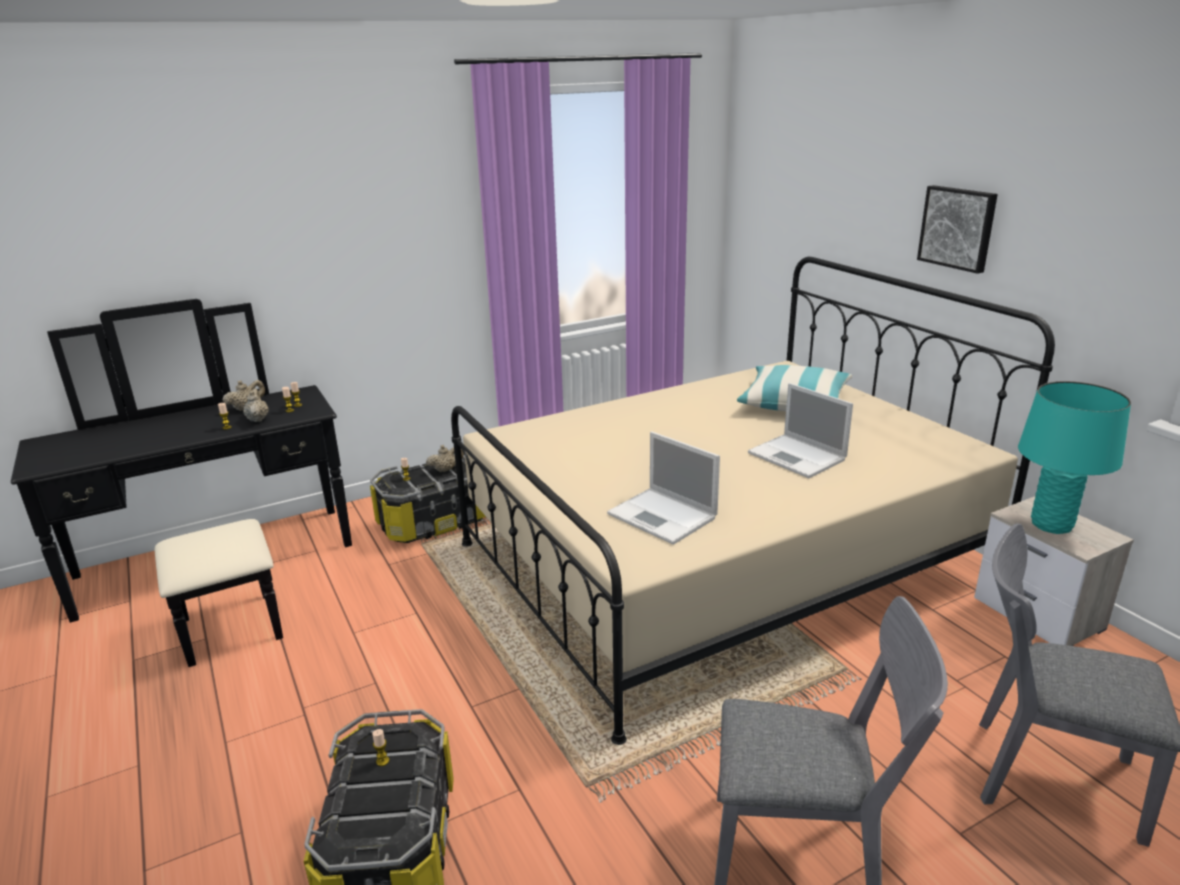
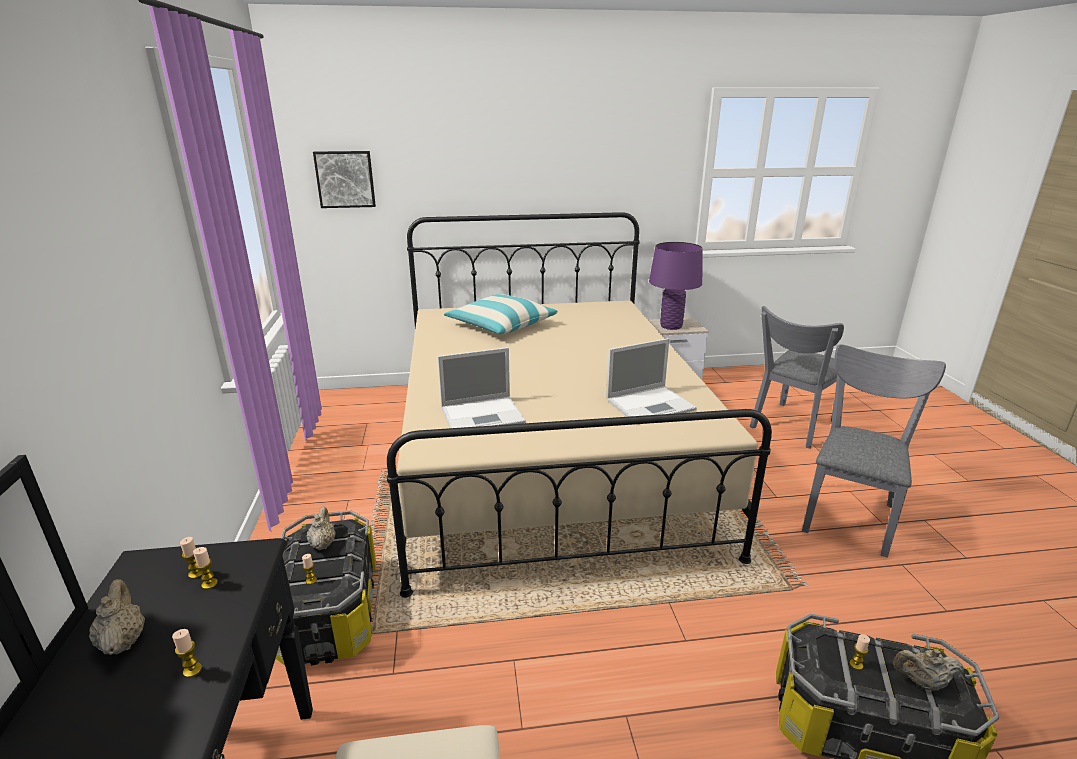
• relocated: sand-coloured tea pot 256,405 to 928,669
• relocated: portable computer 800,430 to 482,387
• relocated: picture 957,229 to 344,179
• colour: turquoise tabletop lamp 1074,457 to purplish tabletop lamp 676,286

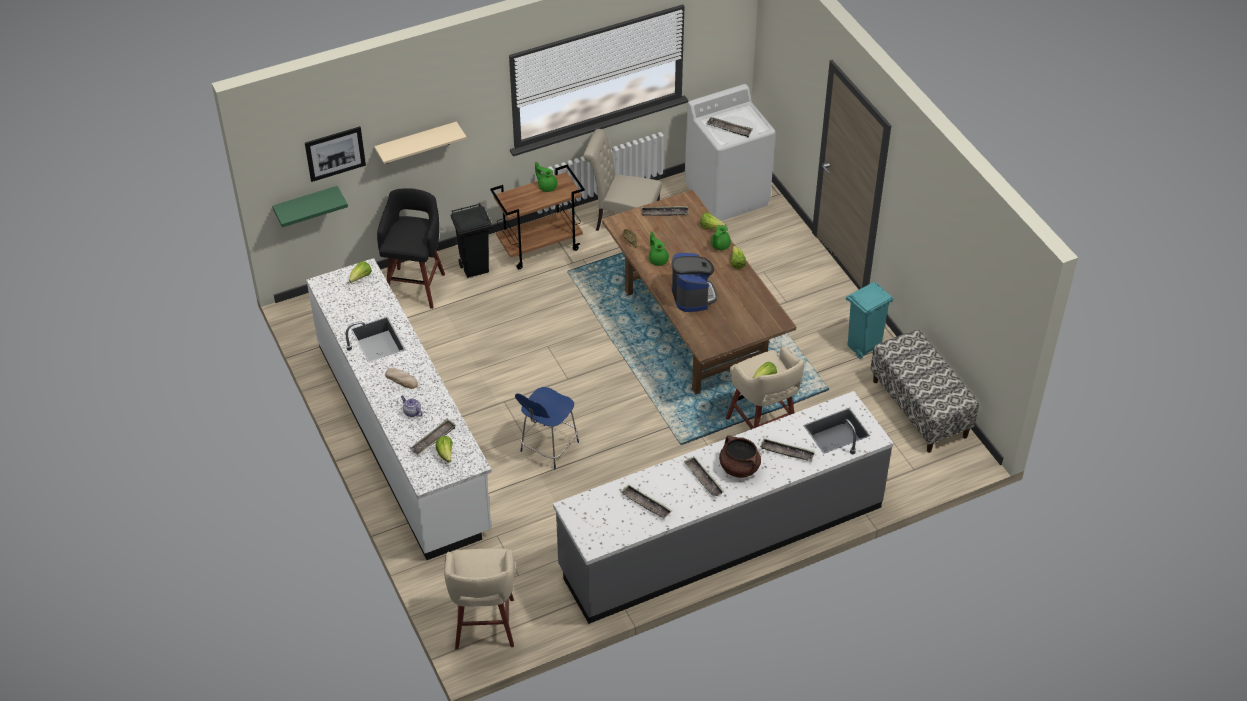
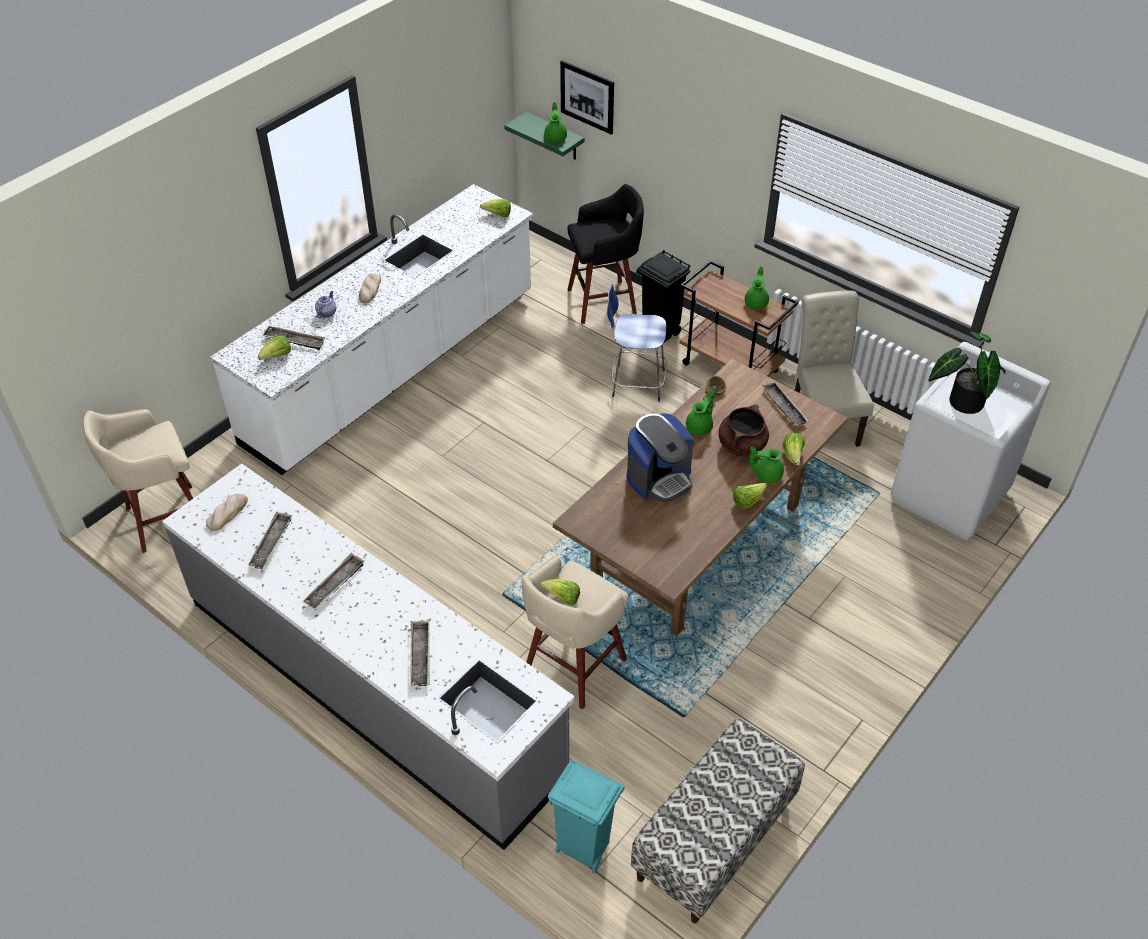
• missing: sand-coloured shelf 420,142
• appeared: bakery bread 227,512
• appeared: green tea pot 555,122
• relocated: blue chair 547,428 to 637,343
• relocated: brownish stockpot 740,456 to 743,430
• relocated: turquoise trash can 870,320 to 586,816
• exchanged: tray 730,127 to potted plant 966,373

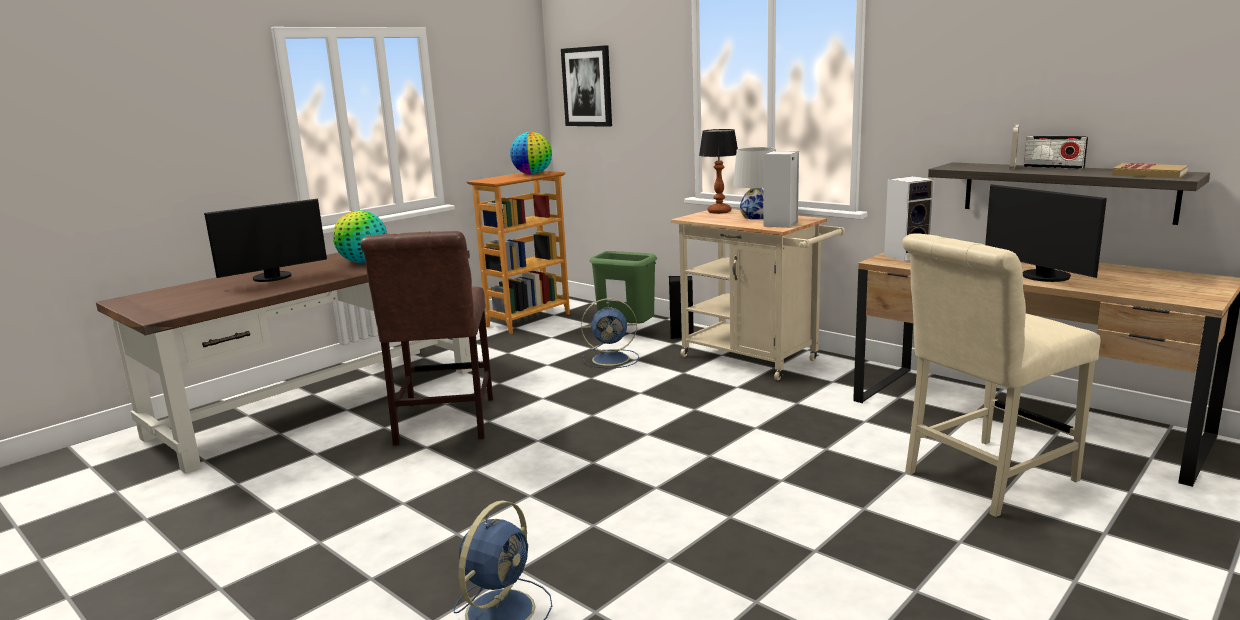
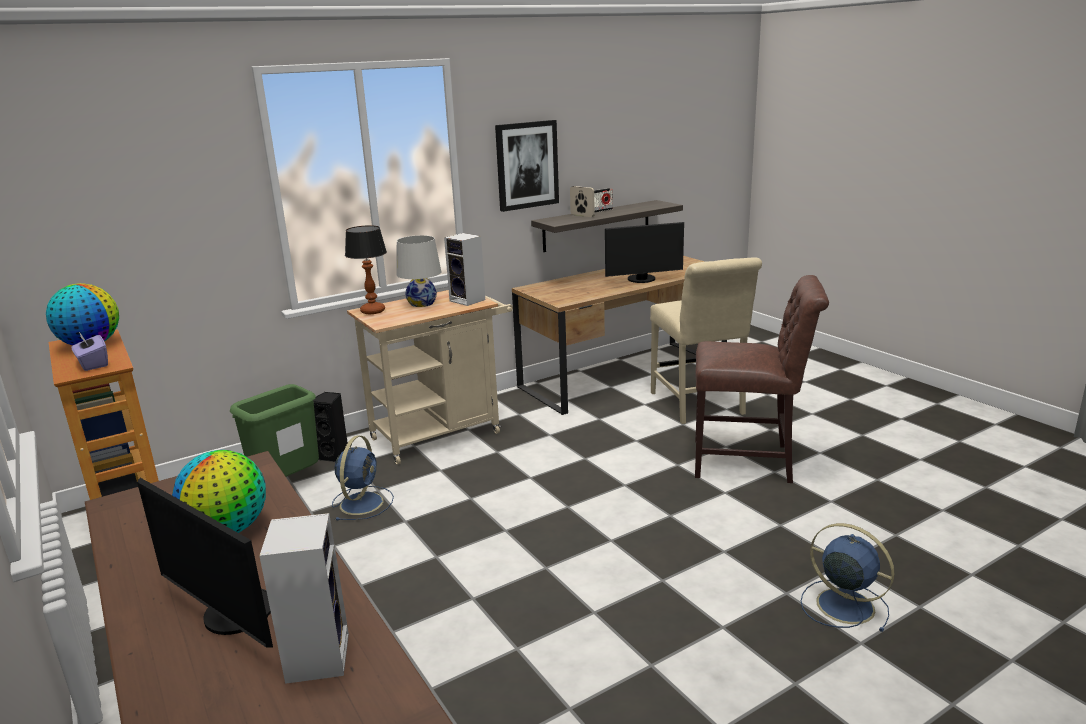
• missing: volume 1150,170
• appeared: purplish tissue box 89,351
• relocated: brownish chair 426,338 to 762,379
• relocated: picture 586,86 to 527,166
• relocated: speaker 909,218 to 304,598
• spun: computer screen 265,240 = 205,563 150 degrees clockwise

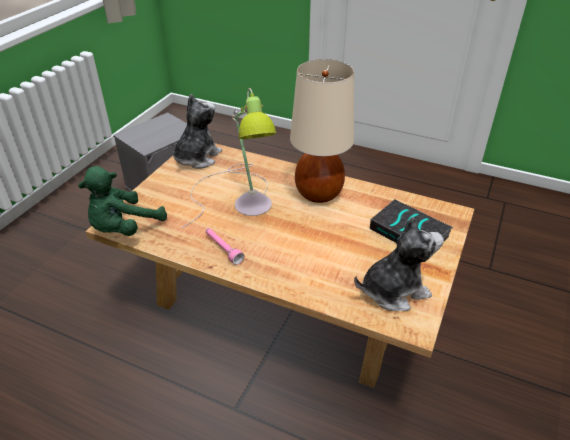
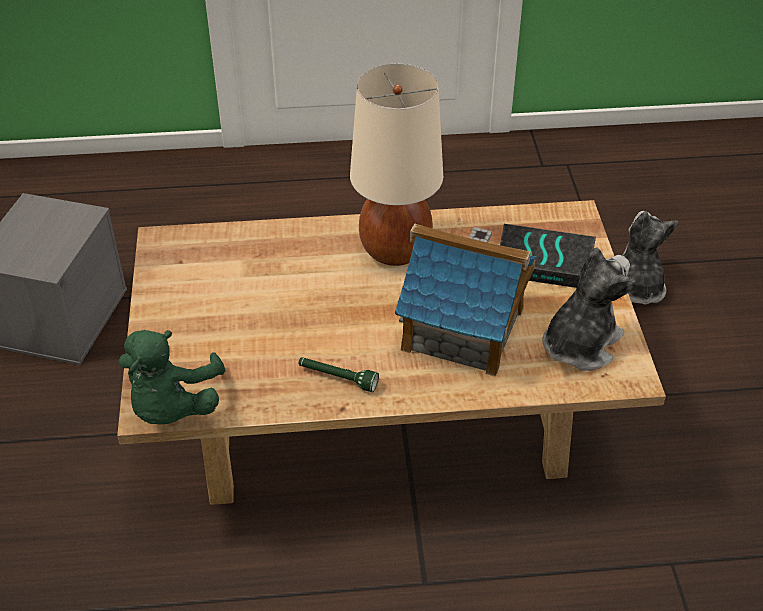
• missing: tabletop lamp 229,158
• appeared: toy house 465,300
• relocated: cuddly toy 197,131 to 650,258
• colour: pinkish hand torch 225,246 to green hand torch 338,374

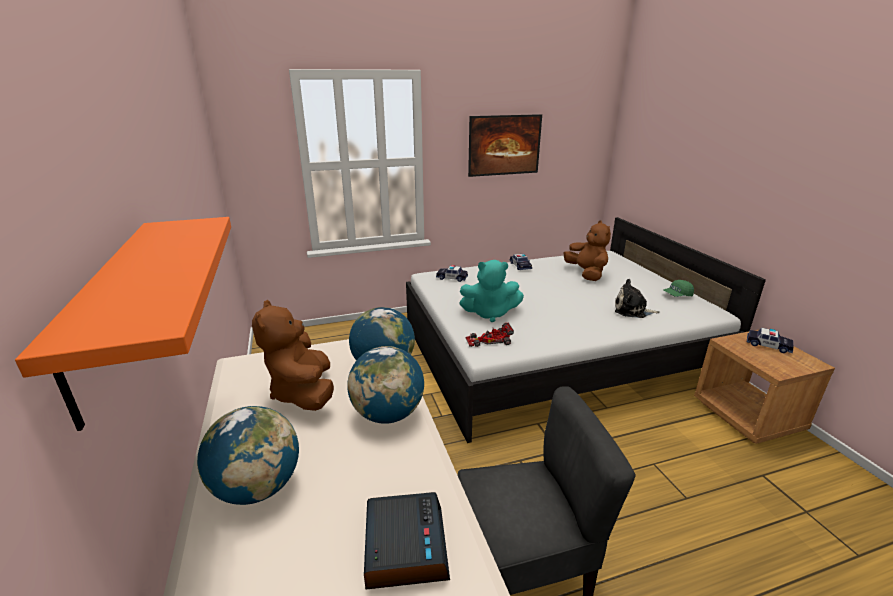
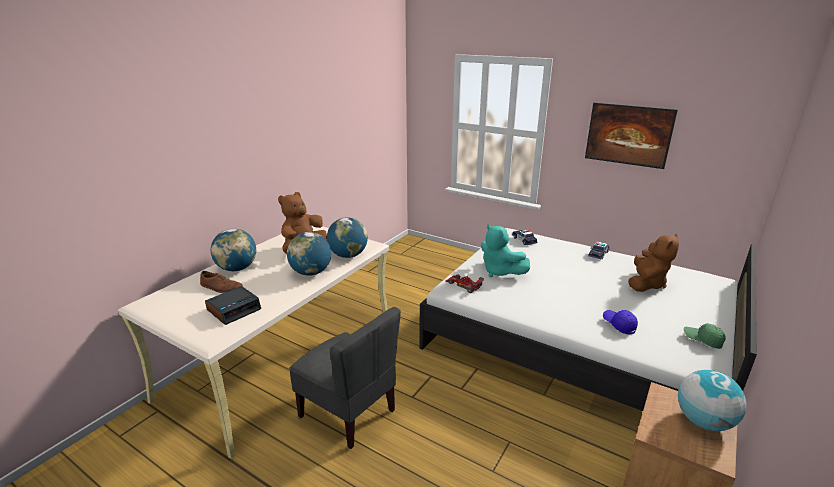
• missing: orange-coloured shelf 123,324
• appeared: brownish item of footwear 221,282
• exchanged: cuddly toy 637,298 to blue cap 620,322
• exchanged: toy car 770,340 to globe 712,400

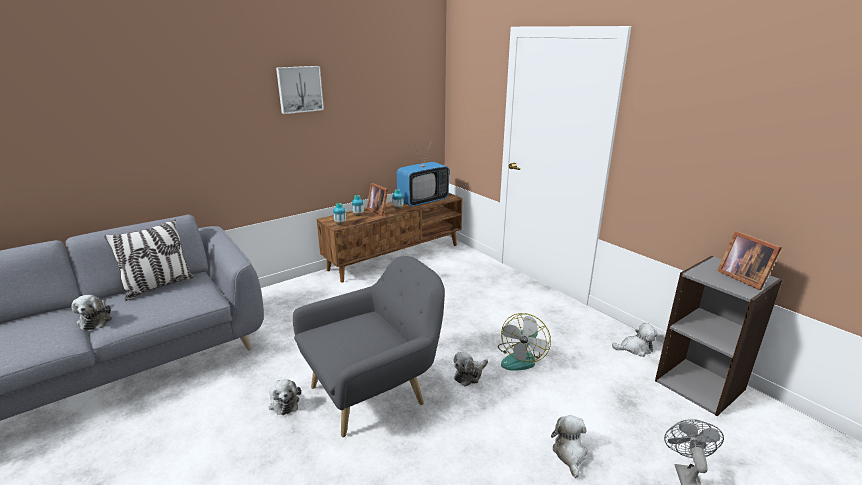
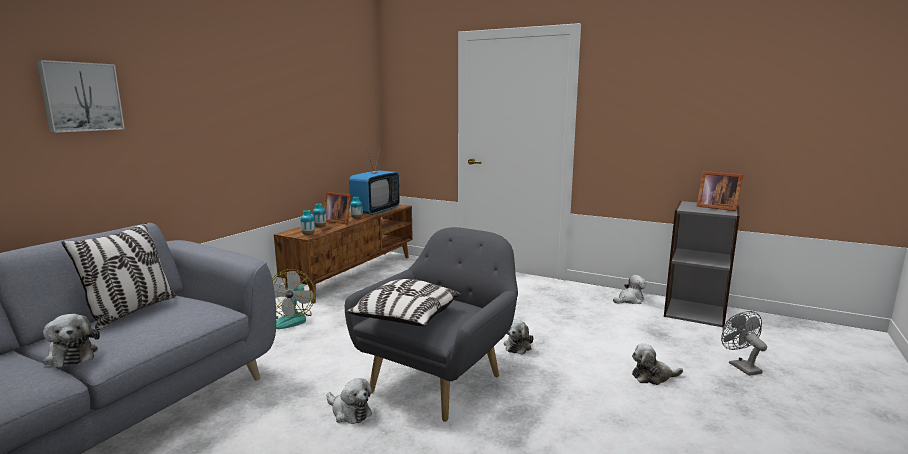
• appeared: pillow 403,302
• relocated: picture 300,90 to 80,96
• relocated: electric fan 524,342 to 293,299
• spun: cuddly toy 569,446 = 657,364 75 degrees counterclockwise

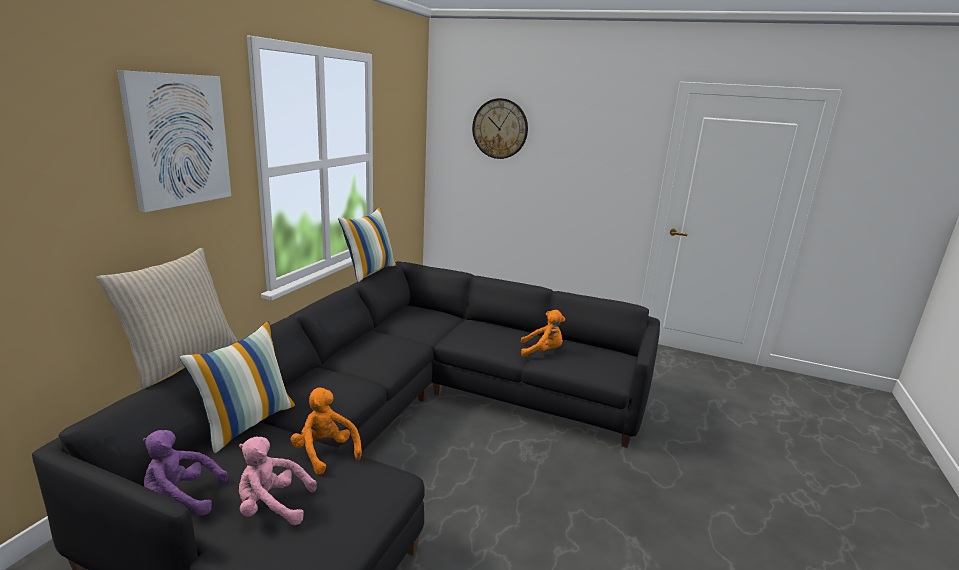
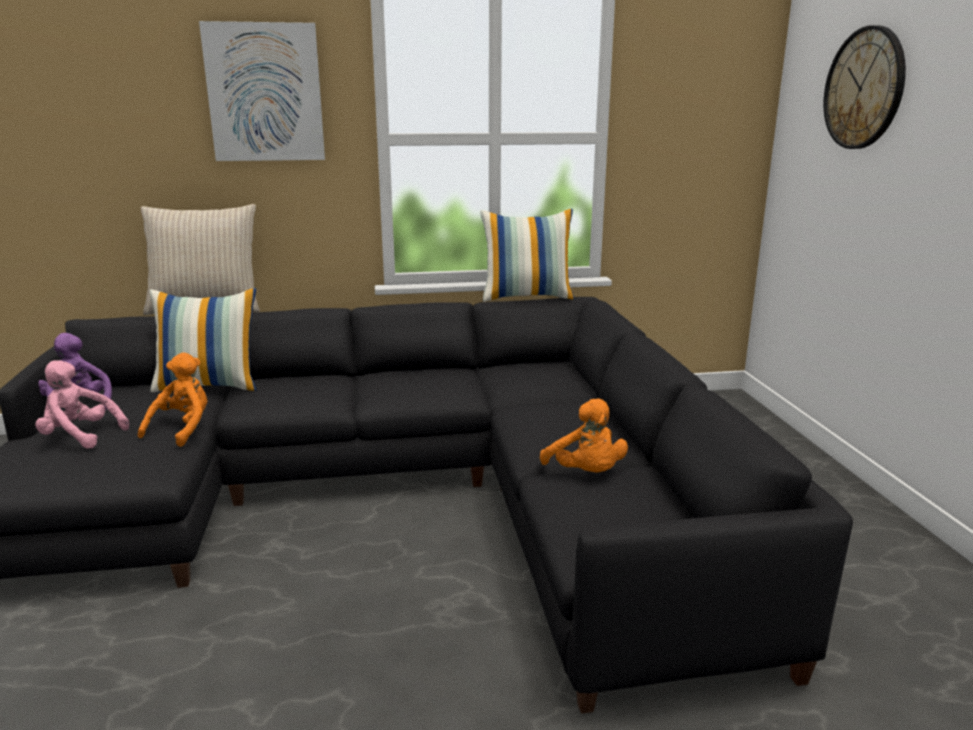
• spun: pinkish cuddly toy 278,481 = 82,404 45 degrees counterclockwise

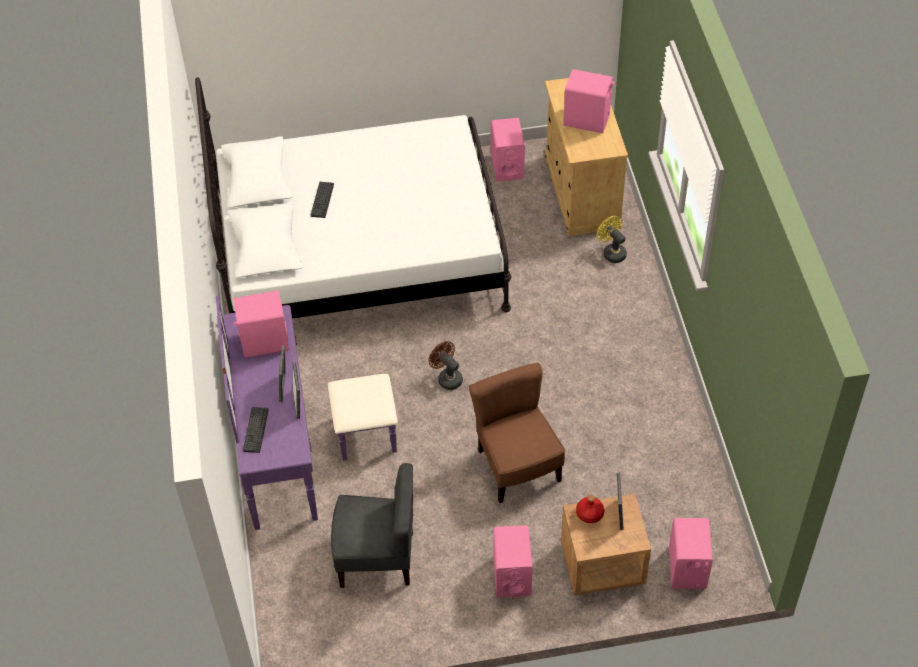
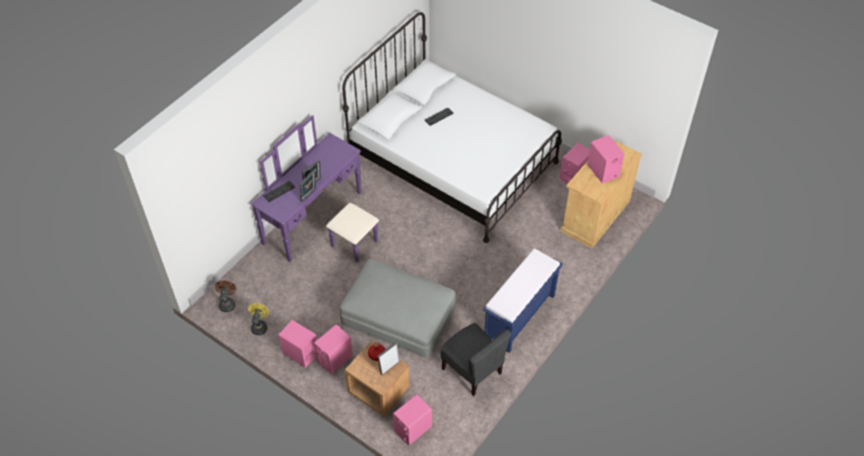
• appeared: blue indoor bench 523,300
• relocated: pinkish speaker 261,324 to 298,344
• relocated: gray chair 372,525 to 476,359
• relocated: brownish electric fan 446,365 to 225,296
• relocated: yellow-coloured electric fan 612,239 to 258,319
• exchanged: brownish chair 517,433 to gray pouffe 397,308

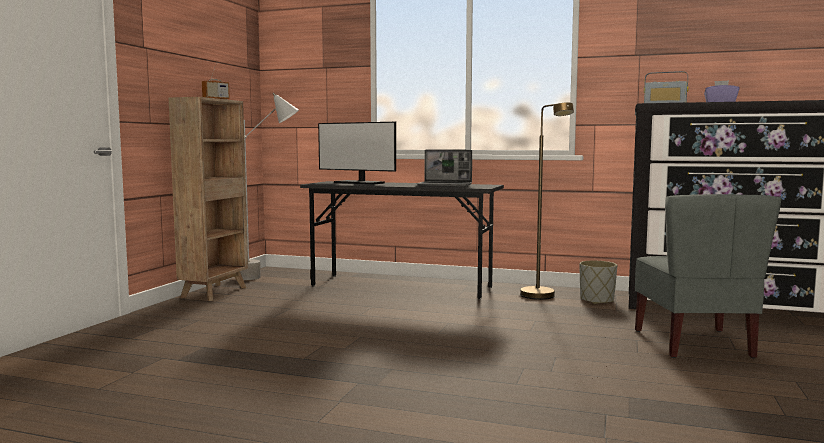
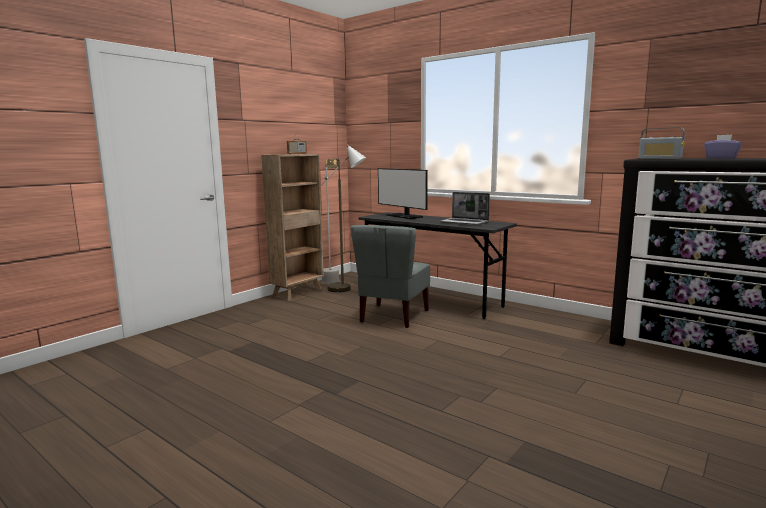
• missing: gray plant pot 598,282
• relocated: brownish standing lamp 547,201 to 338,225
• relocated: gray chair 708,276 to 390,276

